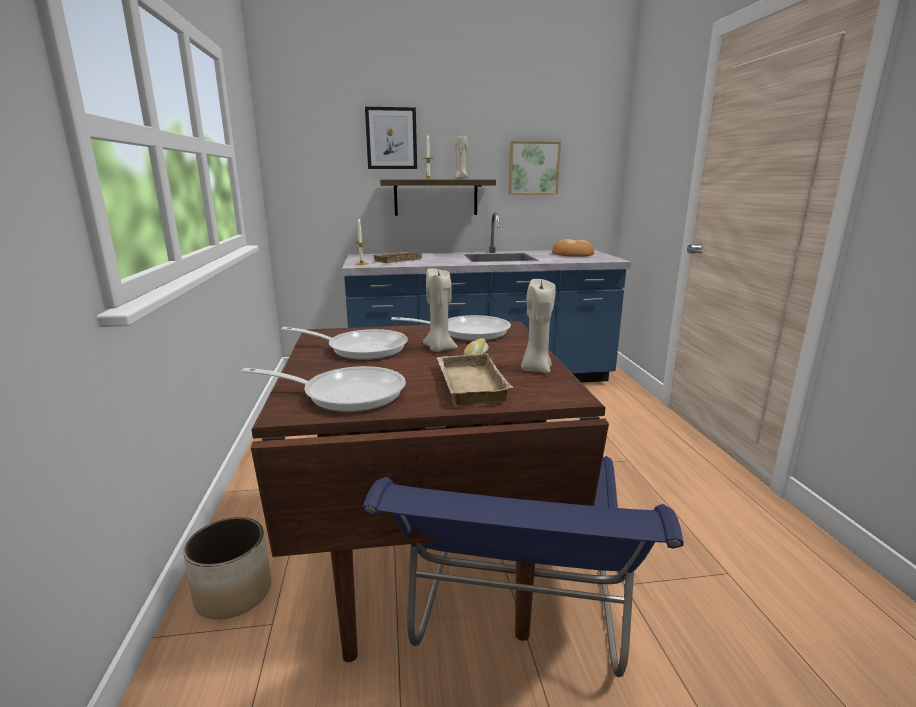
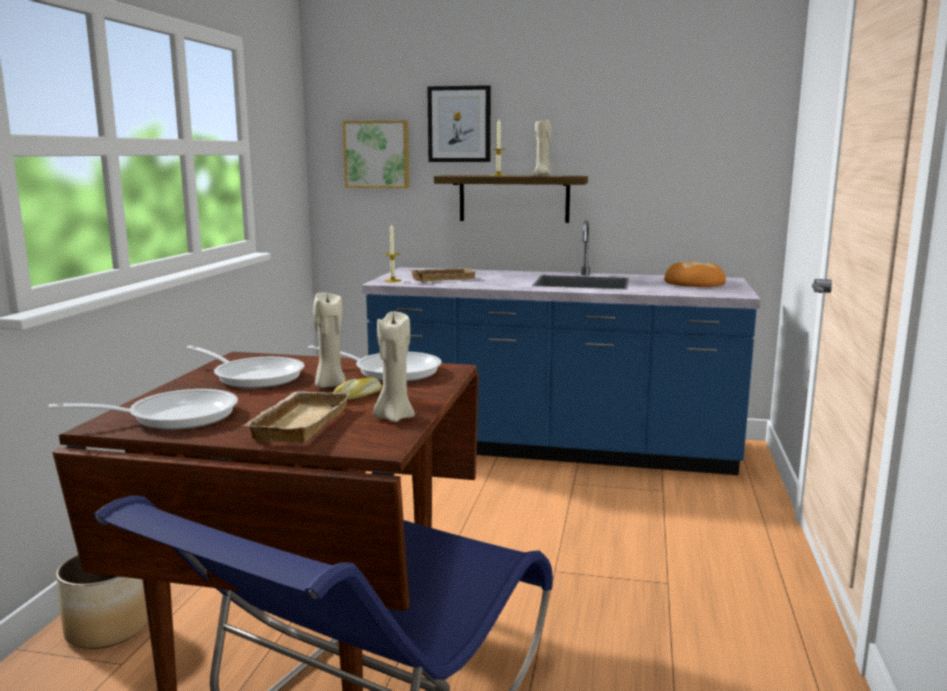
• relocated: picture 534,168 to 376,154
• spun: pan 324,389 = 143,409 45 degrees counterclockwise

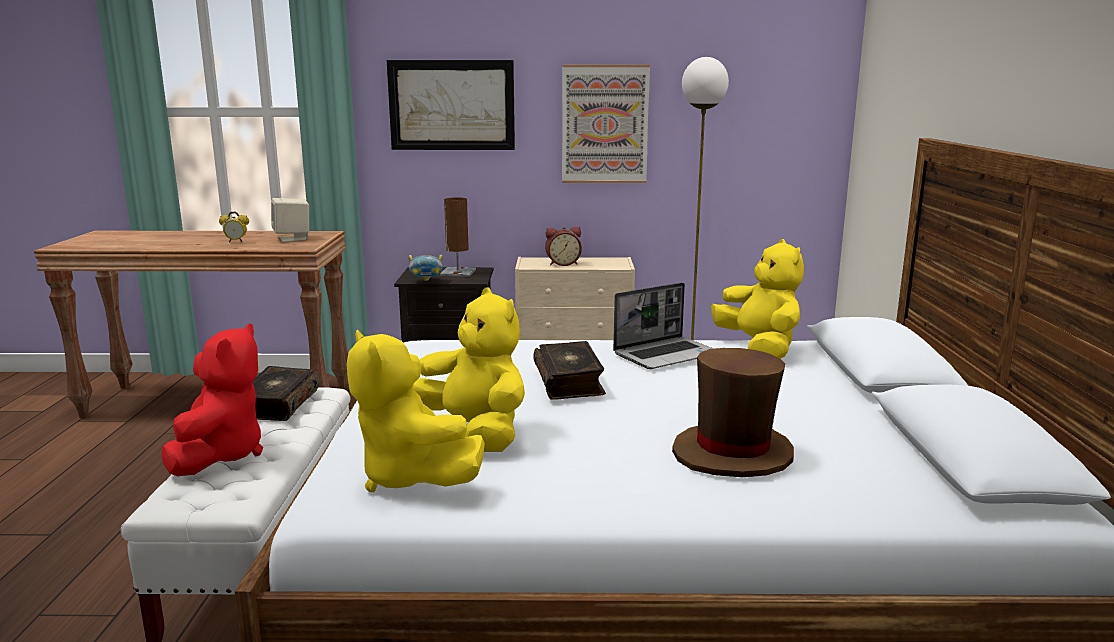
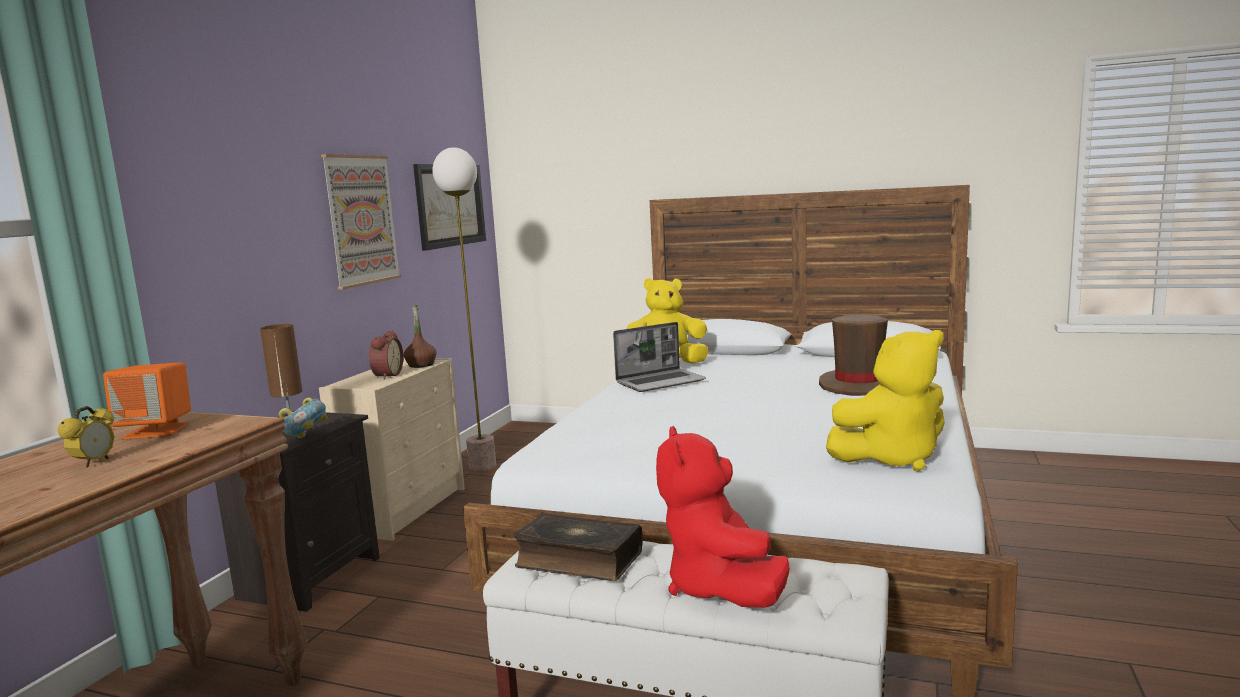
• missing: yellow-coloured cuddly toy 469,370
• missing: volume 569,370
• appeared: brownish bottle 420,336
• relocated: picture 451,105 to 449,207
• colour: sand-coloured speaker 290,220 to orange-coloured speaker 147,400
• spun: red-coloured cuddly toy 212,399 = 723,517 120 degrees counterclockwise
• spun: portable computer 663,325 = 659,357 75 degrees clockwise

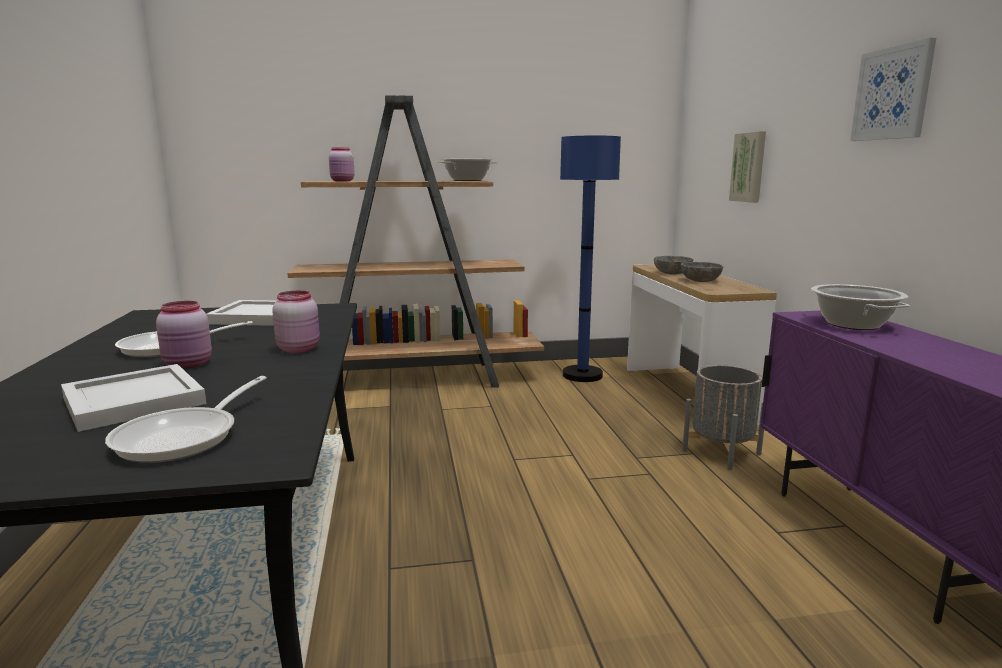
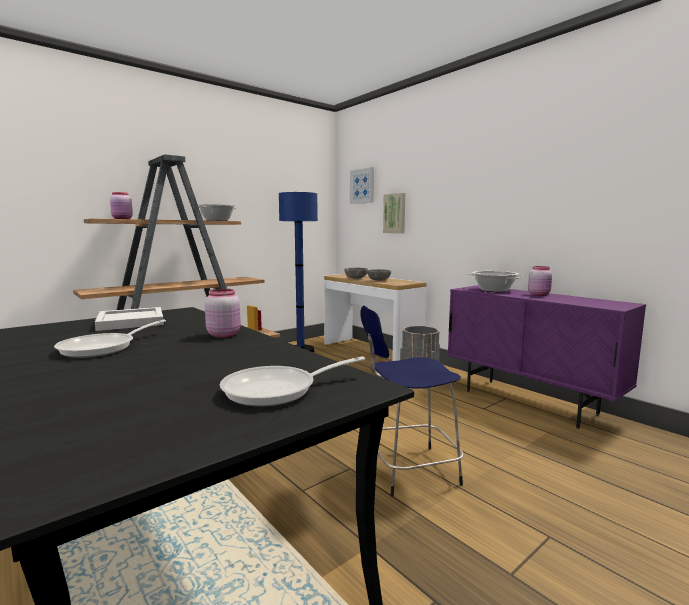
• missing: white-coloured tray 133,398
• appeared: blue sitting stool 412,401
• relocated: pinkish jar 184,335 to 540,281
• relocated: picture 893,89 to 362,185
• spun: pan 186,419 = 292,381 75 degrees clockwise

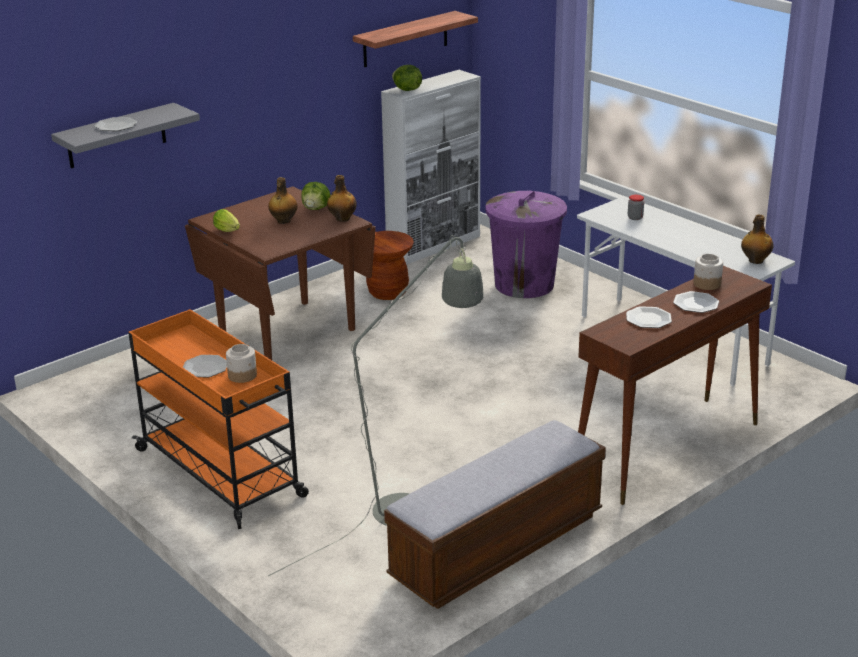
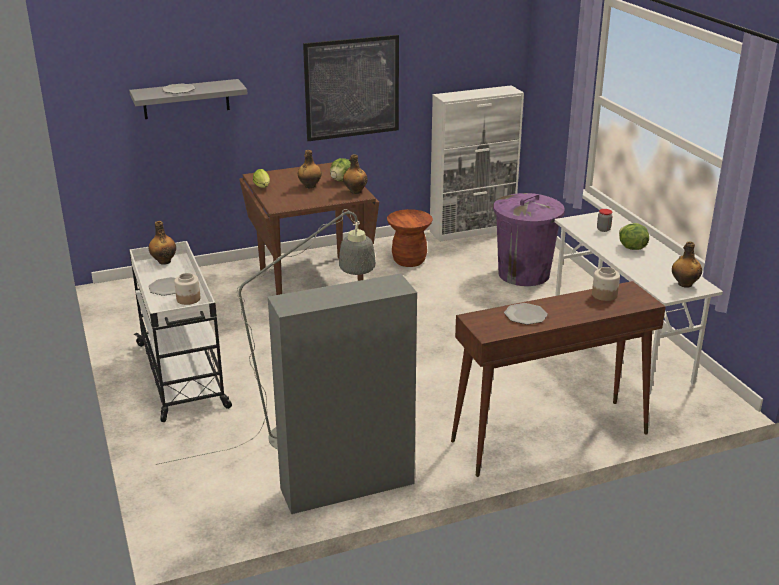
• missing: shelf 415,39
• missing: dinner plate 696,302
• appeared: bottle 162,243
• appeared: picture 351,88
• relocated: lettuce head 407,78 to 634,236
• exchanged: indoor bench 495,514 to gray cabinet 342,394
• colour: orange-coloured cart 218,419 to white-coloured cart 180,331

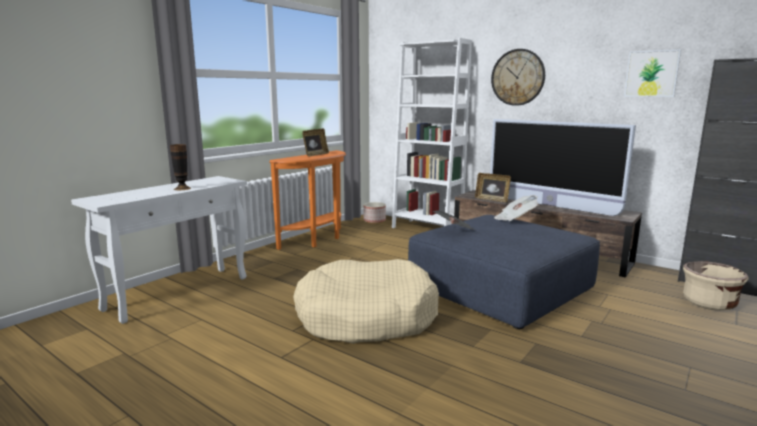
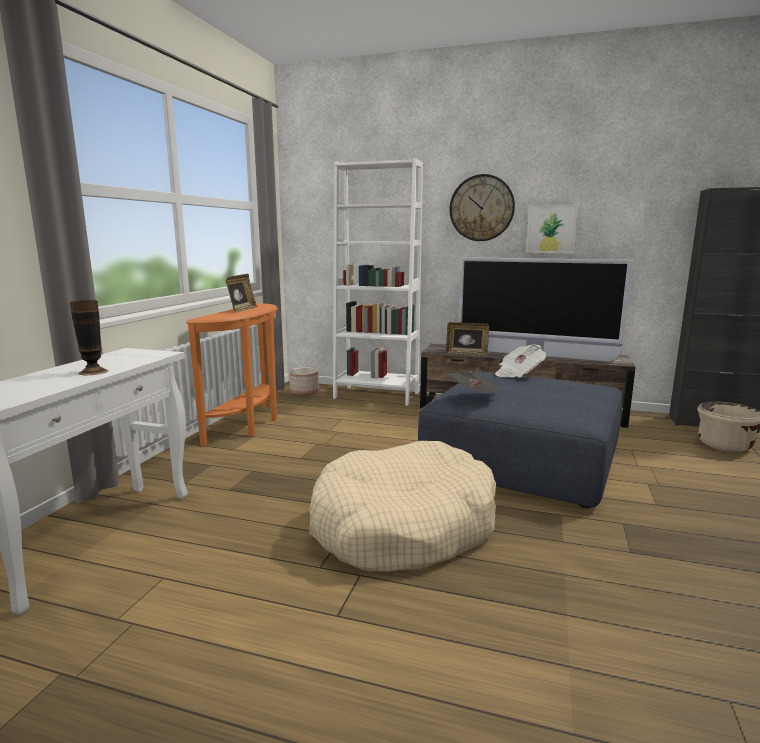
• relocated: picture 652,73 to 552,229

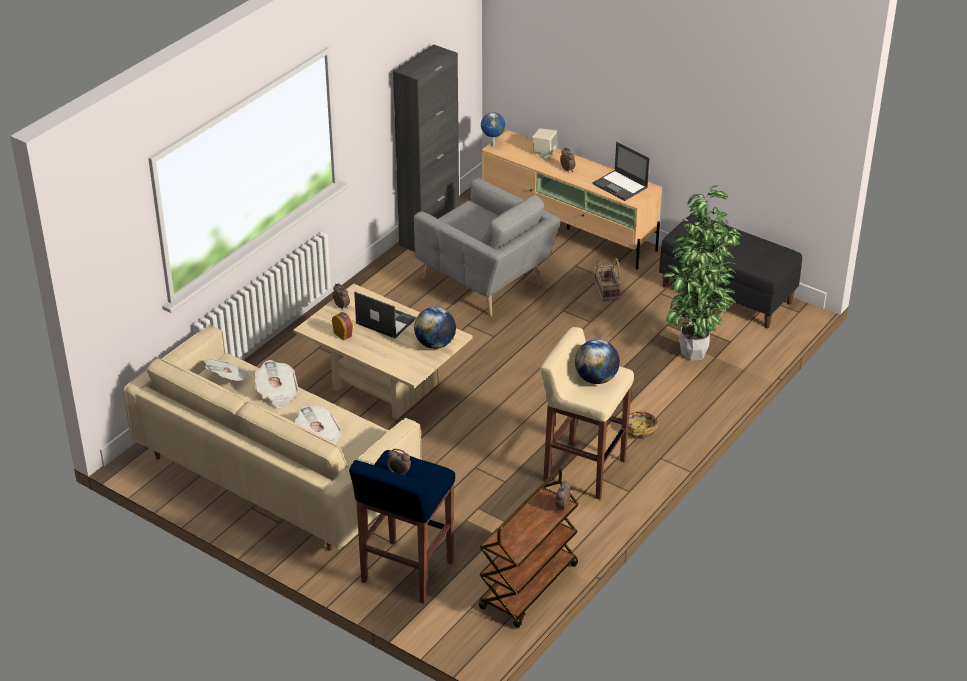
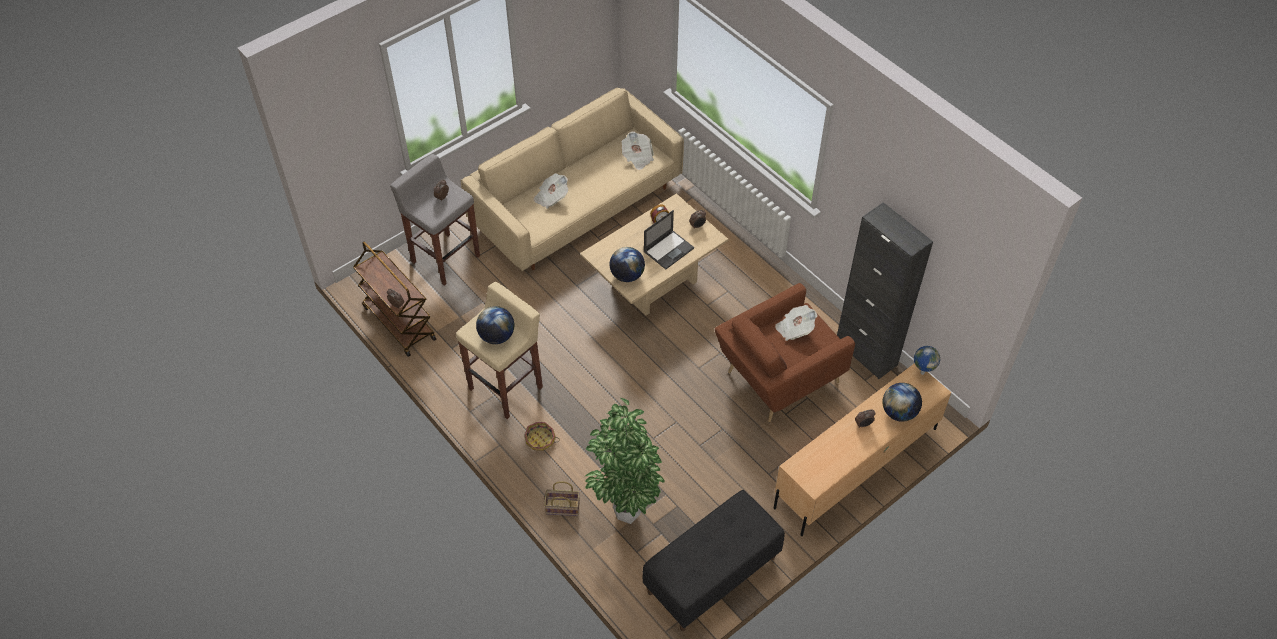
• missing: portable computer 621,171
• relocated: newspaper 277,384 to 796,323
• relocated: basket 608,279 to 562,498
• exchanged: sand-coloured speaker 545,143 to globe 902,402
• colour: blue sitting stool 402,527 to gray sitting stool 435,220
• colour: gray easy chair 487,247 to brownish easy chair 785,352

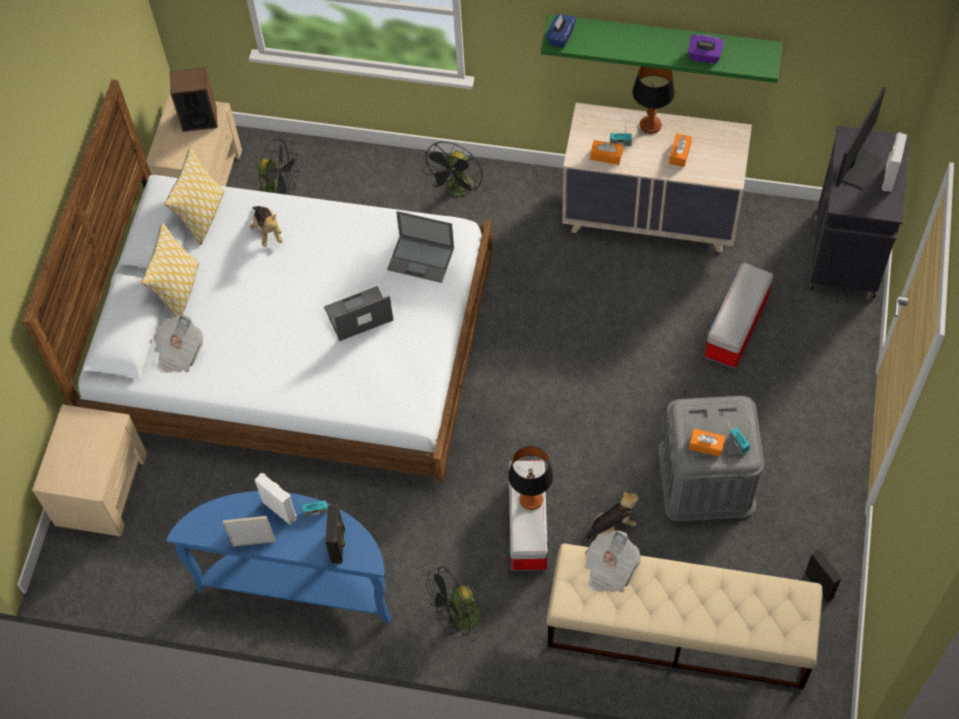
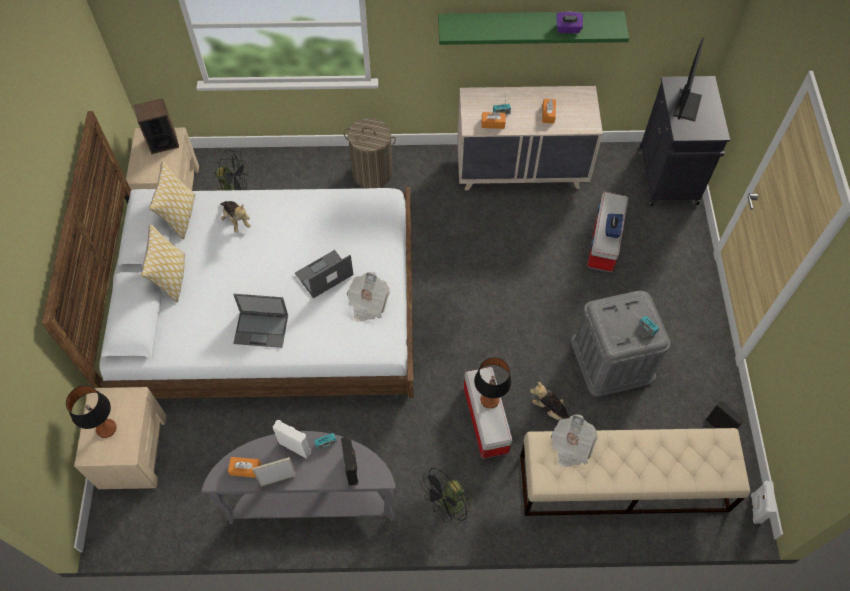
• relocated: newspaper 178,344 to 368,297
• relocated: portable computer 420,247 to 260,321
• relocated: blue tissue box 561,31 to 614,226
• relocated: tabletop lamp 654,100 to 91,412
• relocated: orange-coloured tissue box 707,443 to 244,467
• relocated: white-coloured speaker 894,162 to 763,502
• exchanged: blackish electric fan 453,170 to hamper 370,153
• colour: blue hall table 279,557 to gray hall table 298,477
• spun: cuddly toy 610,518 = 549,401 105 degrees counterclockwise

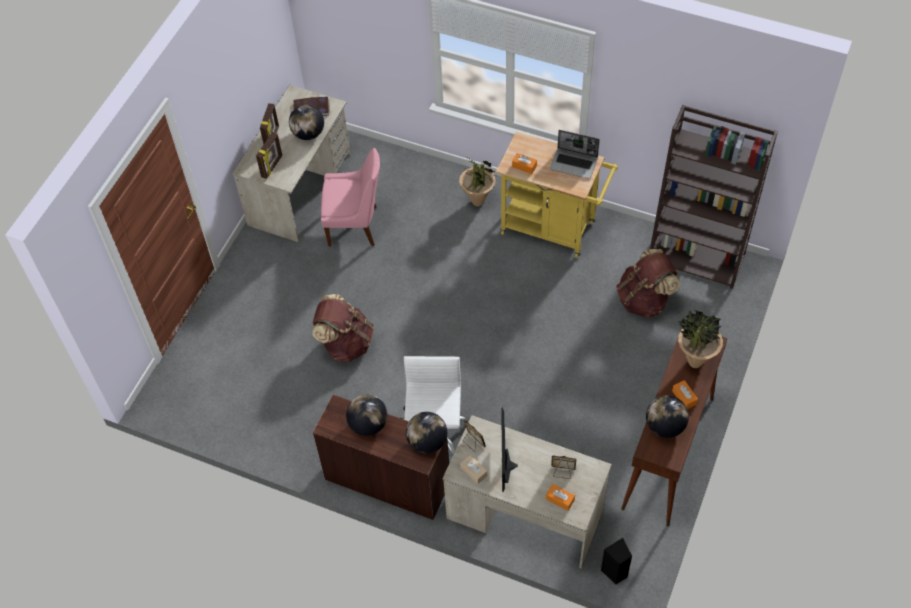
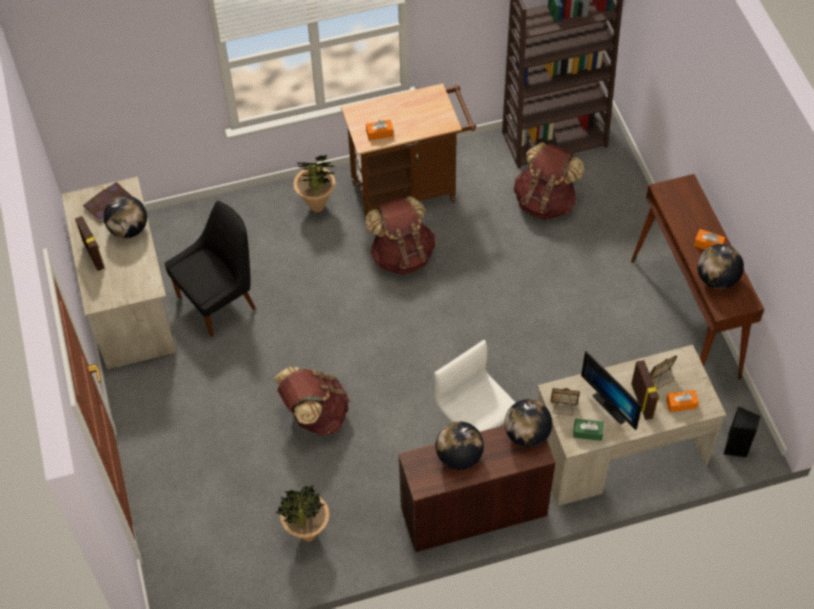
• missing: portable computer 575,154
• appeared: brownish backpack 400,235
• relocated: picture frame 269,155 to 645,390
• relocated: potted plant 700,338 to 302,513
• colour: pinkish chair 350,197 to blackish chair 210,269
• colour: sand-coloured tissue box 473,469 to green tissue box 588,430
• colour: yellow-coloured cart 557,194 to brownish cart 408,151

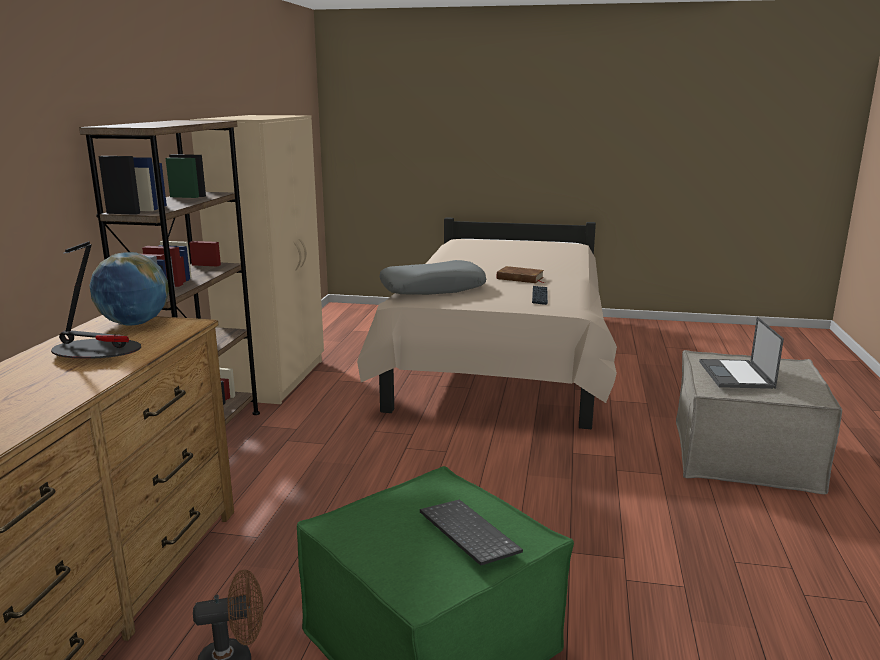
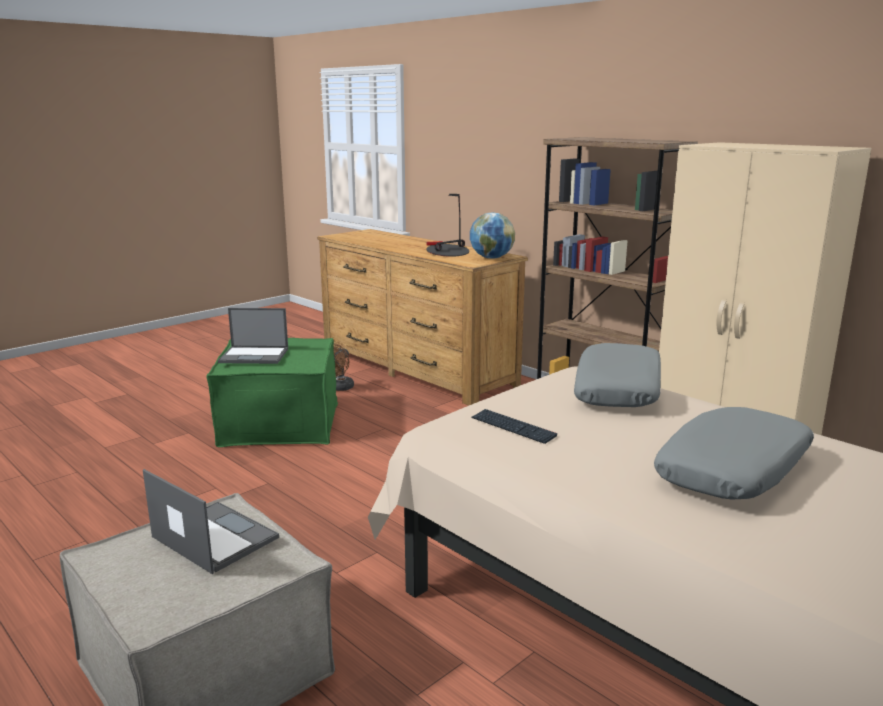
• missing: brownish volume 521,274
• appeared: gray pillow 734,453
• exchanged: keyboard 471,532 to portable computer 253,336

